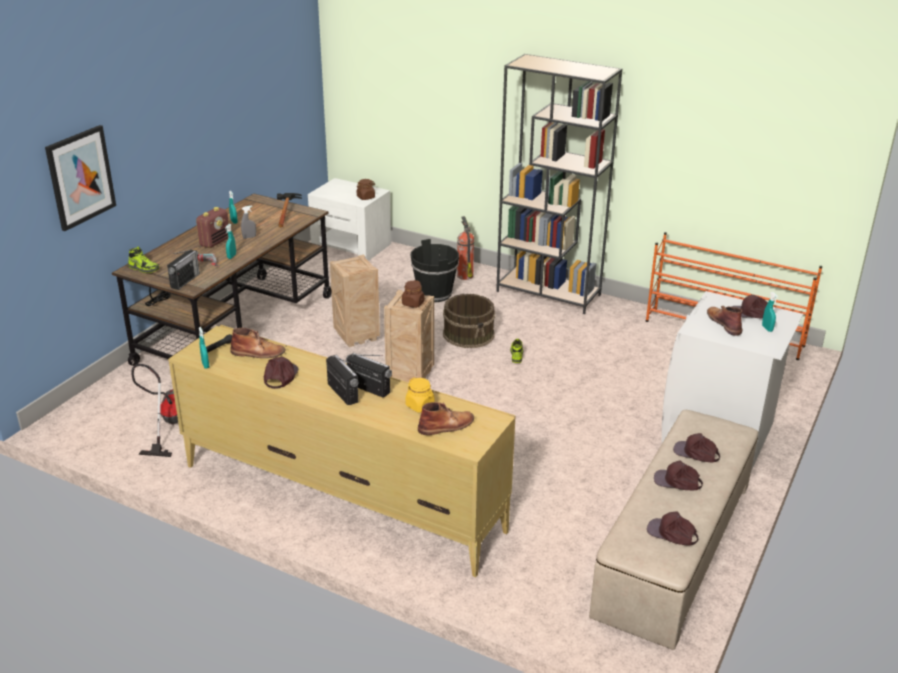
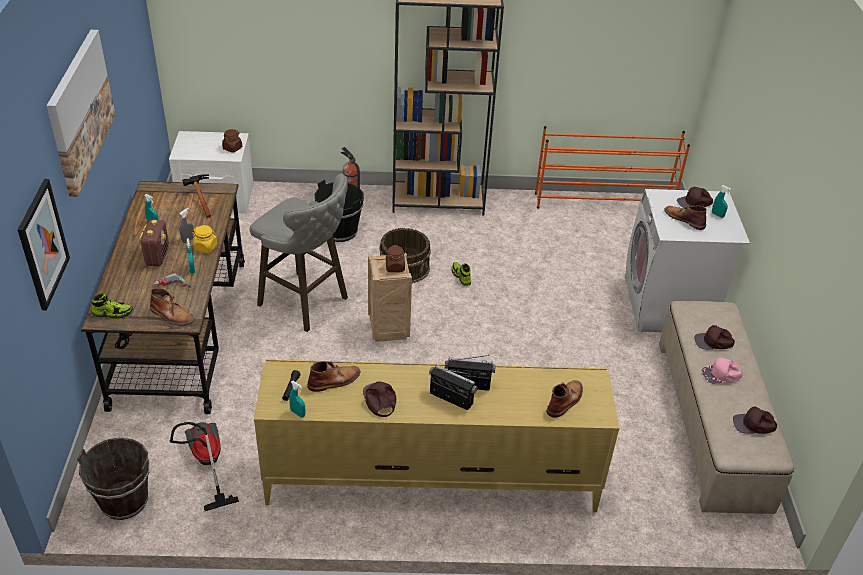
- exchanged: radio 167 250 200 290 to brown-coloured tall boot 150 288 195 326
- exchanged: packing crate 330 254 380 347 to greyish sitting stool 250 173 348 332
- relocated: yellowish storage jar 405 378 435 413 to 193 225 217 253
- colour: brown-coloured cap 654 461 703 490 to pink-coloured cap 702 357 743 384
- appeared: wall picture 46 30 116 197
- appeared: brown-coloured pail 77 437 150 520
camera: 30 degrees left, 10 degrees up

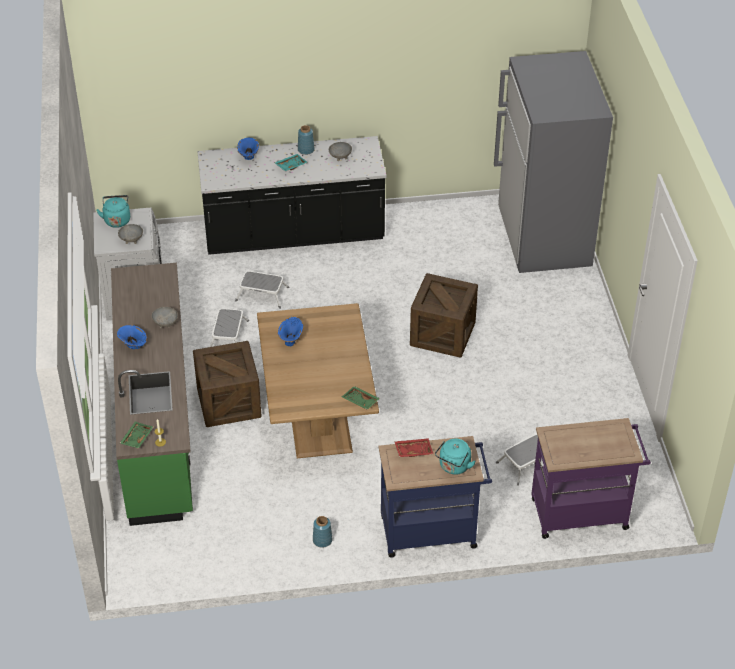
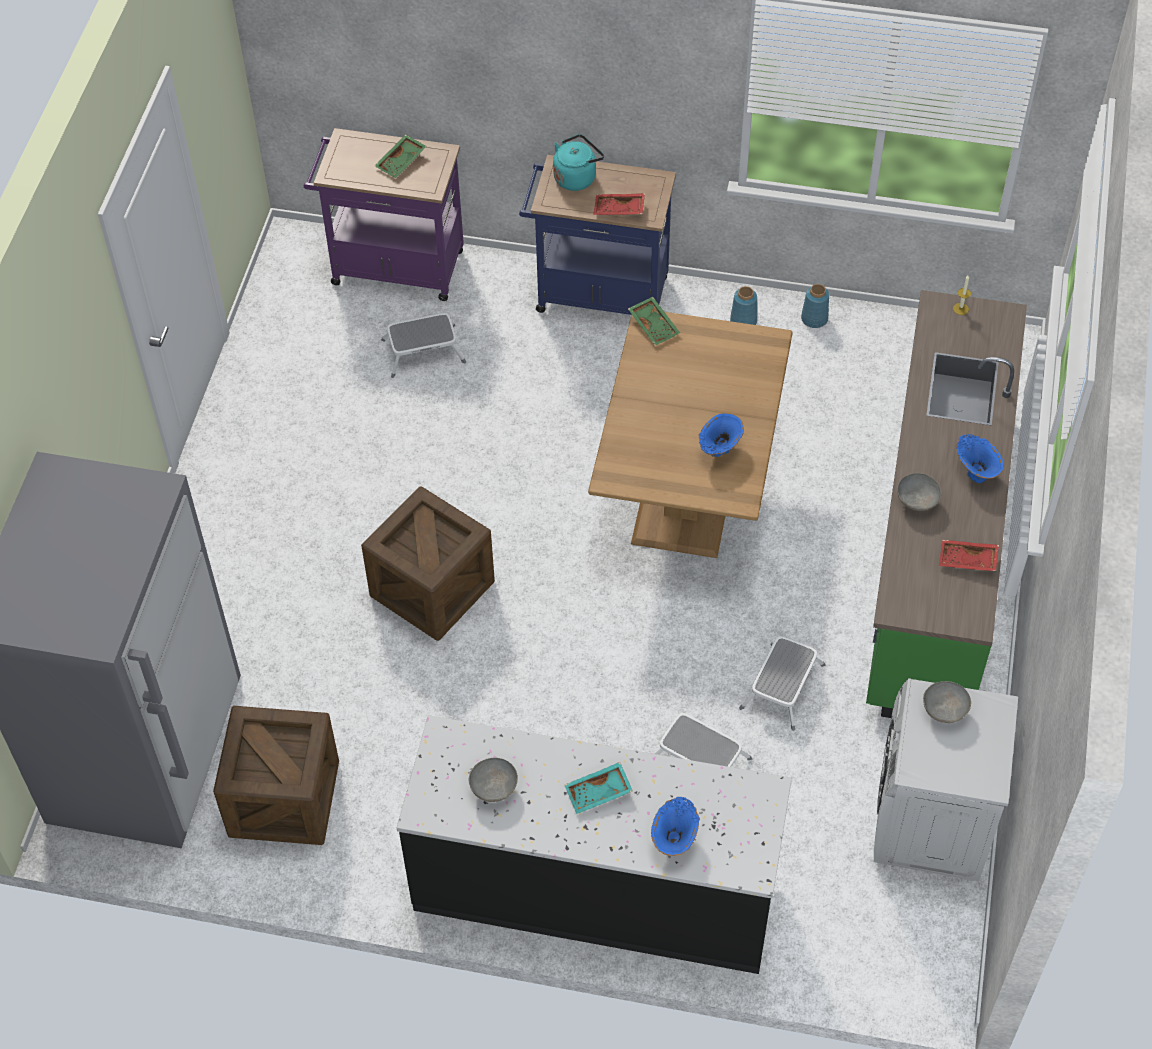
- relocated: bluish decorative vase 298 125 315 155 to 801 284 829 328
- missing: turquoise tea kettle 96 195 130 228
- relocated: packing crate 193 341 262 427 to 213 706 339 845
- relocated: green-coloured serving tray 120 421 153 449 to 375 134 427 178
- appeared: red-coloured serving tray 939 540 999 571
camera: 160 degrees left, 10 degrees up

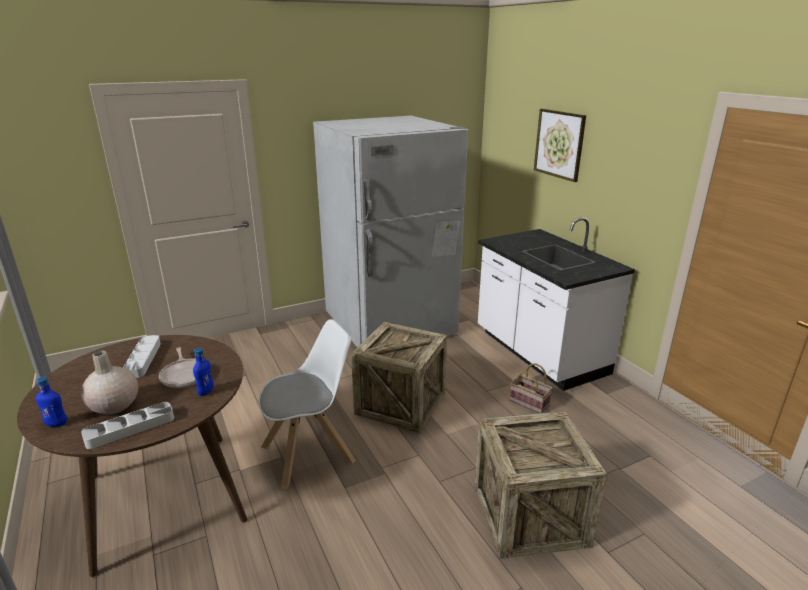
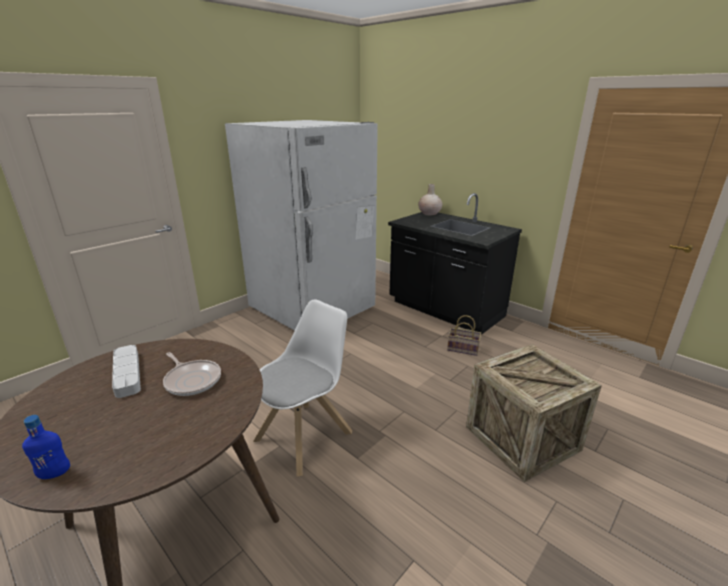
- missing: wall picture 534 109 586 182
- colour: whitish kitchen counter 478 217 635 391 to black-coloured kitchen counter 388 193 522 335
- missing: packing crate 351 322 447 433
- missing: bluish bottle 193 348 214 396
- relocated: sand-coloured decorative vase 81 350 138 415 to 418 184 442 215
- missing: greyish serving tray 81 402 174 449
camera: 20 degrees left, 0 degrees up

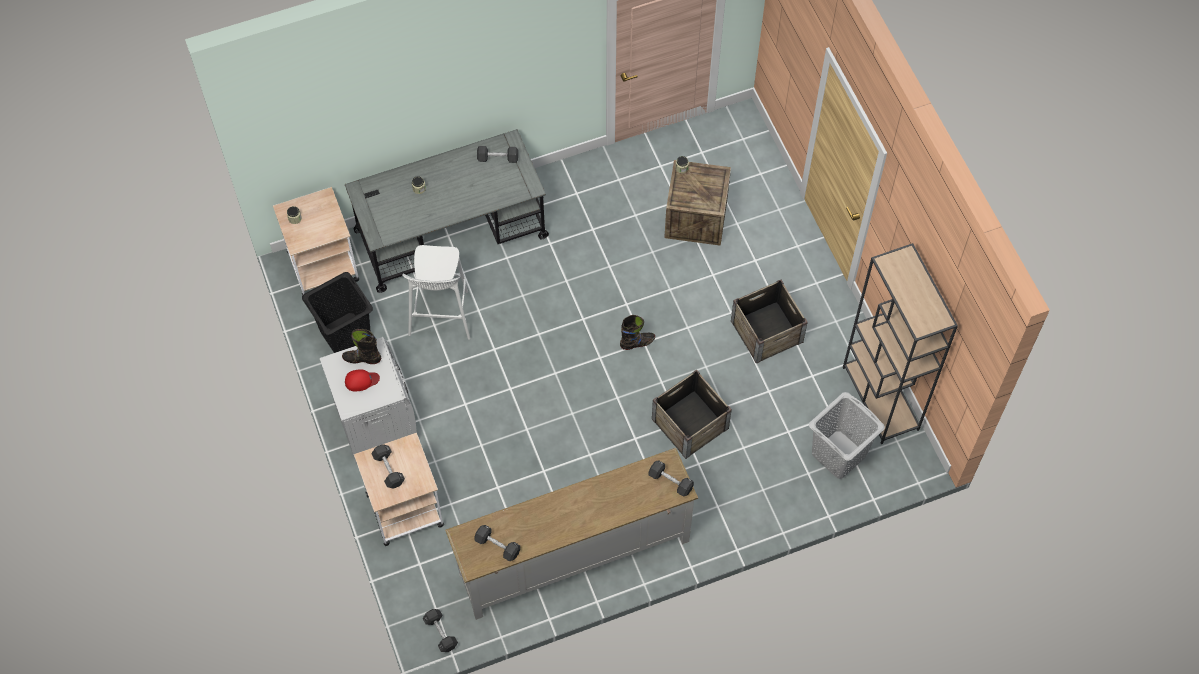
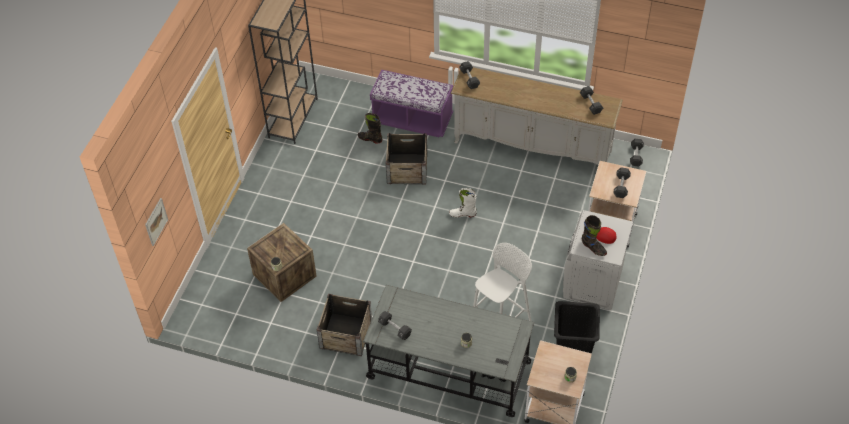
- relocated: packing crate 731 280 808 364 to 317 294 372 356
- relocated: black-coloured tall boot 620 315 655 350 to 358 113 382 143
- missing: greyish washing basket 809 392 885 479
- appeared: purplish long seat 370 70 453 137
- appeared: whitish tall boot 449 188 477 218
- appeared: wall picture 145 198 168 246
camera: 140 degrees left, 10 degrees down

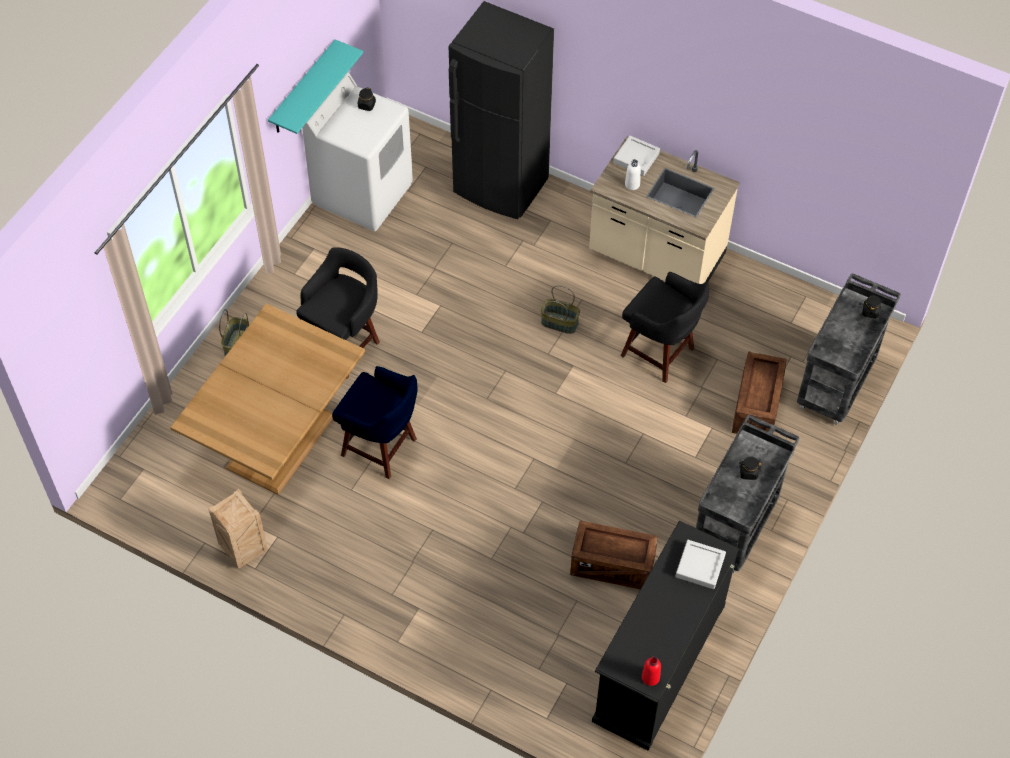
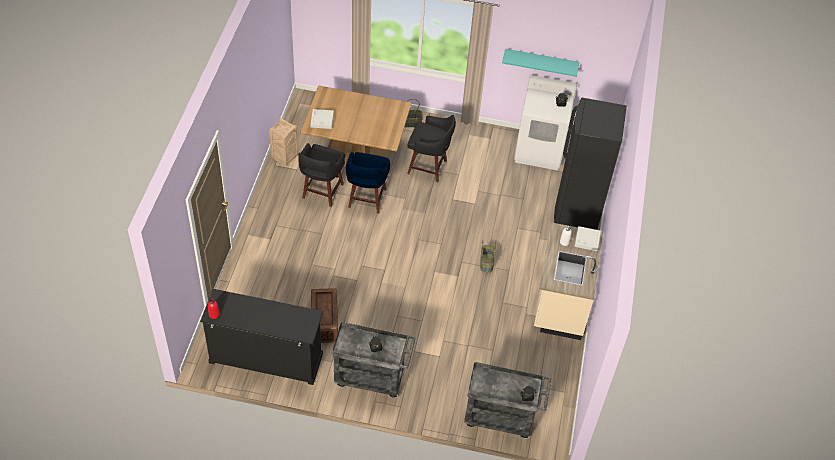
- relocated: black-coloured sitting stool 621 272 710 383 to 299 143 345 207
- missing: packing crate 732 351 787 434
- relocated: greyish serving tray 675 540 726 589 to 310 109 334 129
camera: 70 degrees right, 5 degrees down

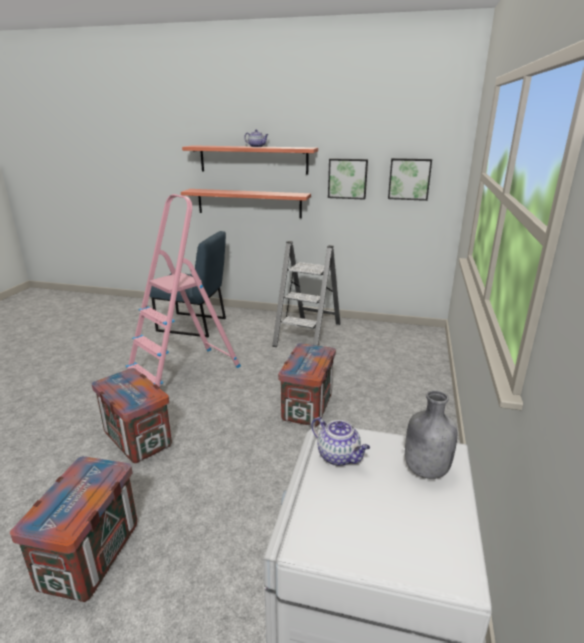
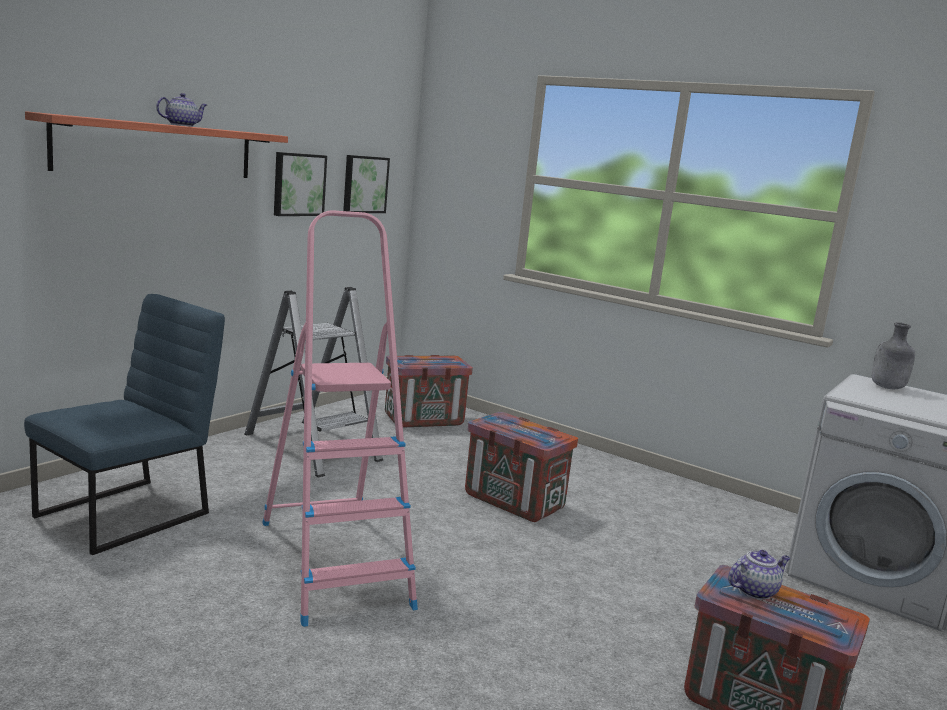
- missing: wall shelf 181 189 311 218
- relocated: packing crate 92 368 172 463 to 385 355 473 428
- relocated: pot for tea 311 417 370 466 to 728 550 790 599
camera: 70 degrees left, 10 degrees down

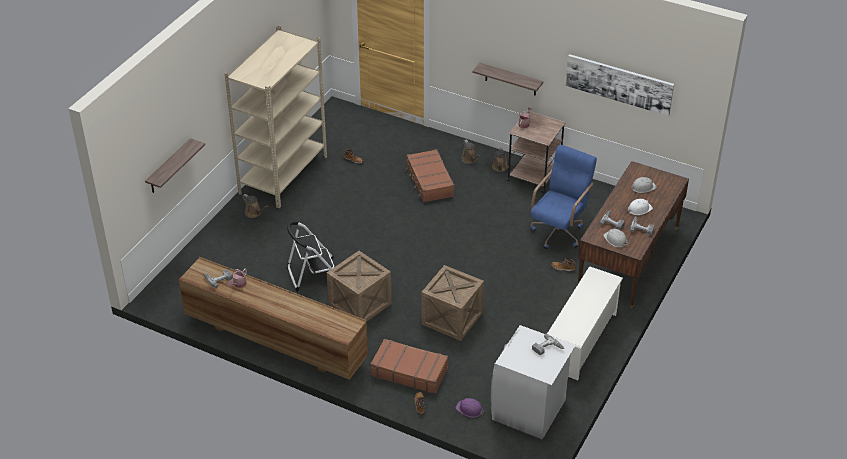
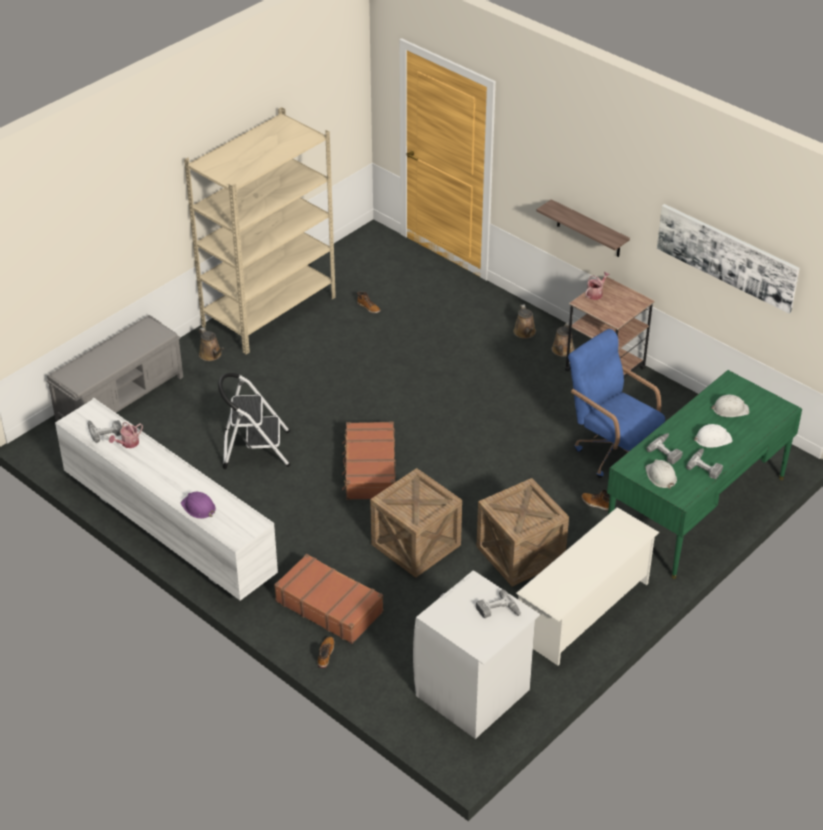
- missing: wall shelf 145 138 205 193
- spun: bluish desk chair 530 145 597 249 = 568 329 665 478 90 degrees counterclockwise
- relocated: brown-coloured travel case 406 149 454 202 to 342 421 396 500
- colour: brown-coloured desk 578 161 689 309 to green-coloured desk 607 370 802 579
- relocated: packing crate 327 251 392 321 to 476 478 569 587
- colour: brown-coloured cabinet 179 257 368 380 to whitish cabinet 55 397 278 601
- relocated: purplish work helmet 455 398 484 418 to 181 491 216 519
- appeared: greyish long seat 46 315 183 421
camera: 15 degrees right, 0 degrees up

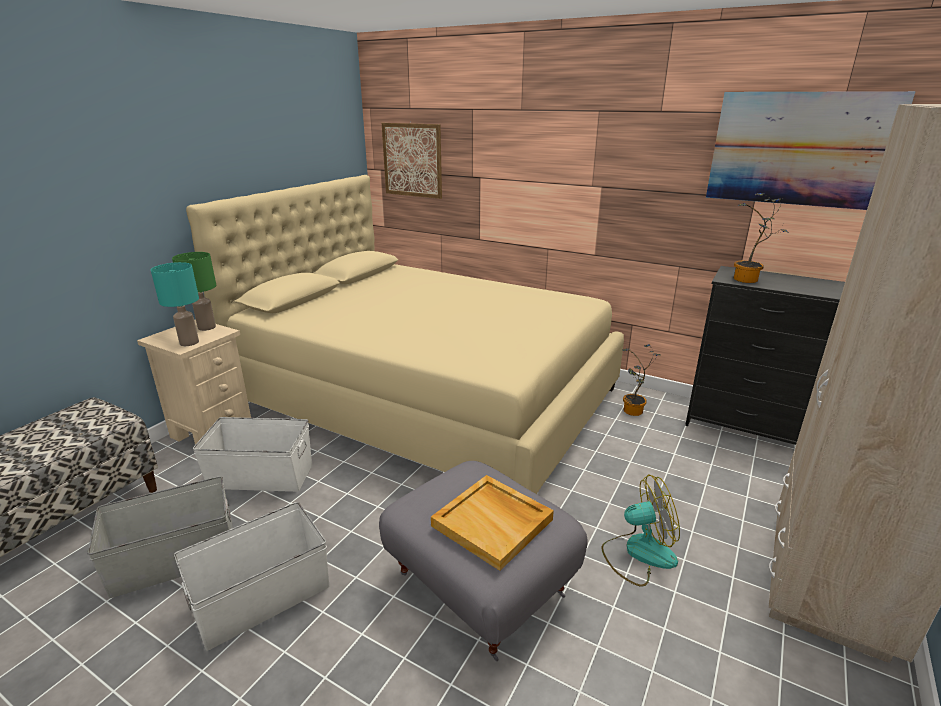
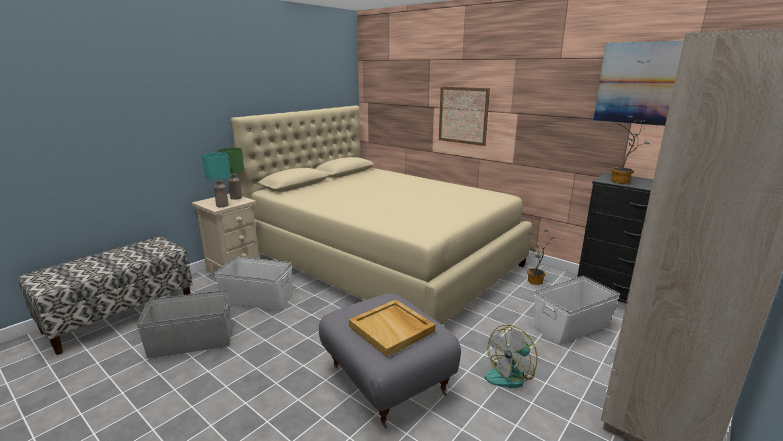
- relocated: wall picture 382 122 442 199 to 439 87 490 146
- spun: electric fan 602 475 680 587 = 485 325 538 388 135 degrees clockwise
- relocated: whitish storage container 174 502 329 651 to 534 276 620 345
camera: 10 degrees right, 5 degrees down

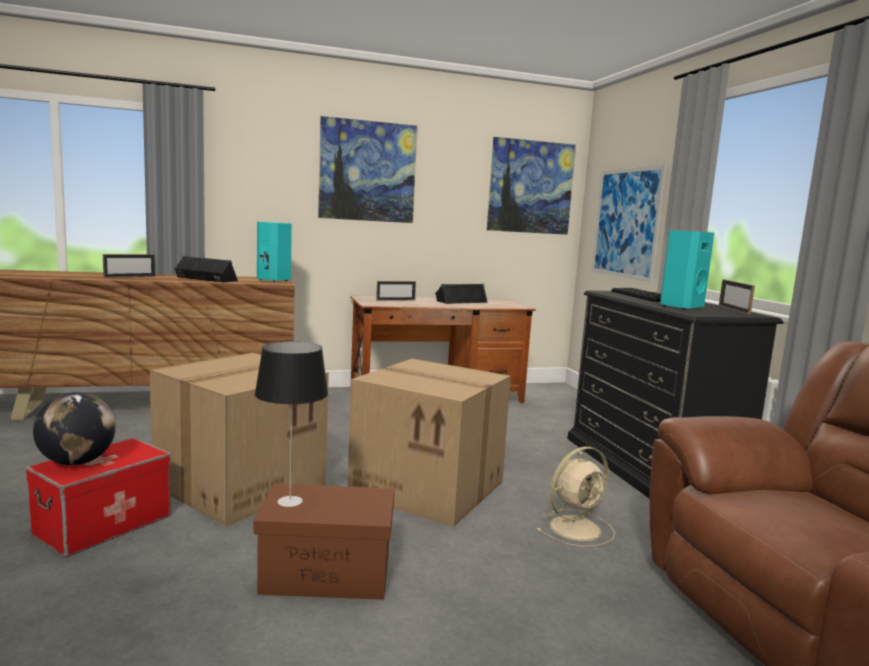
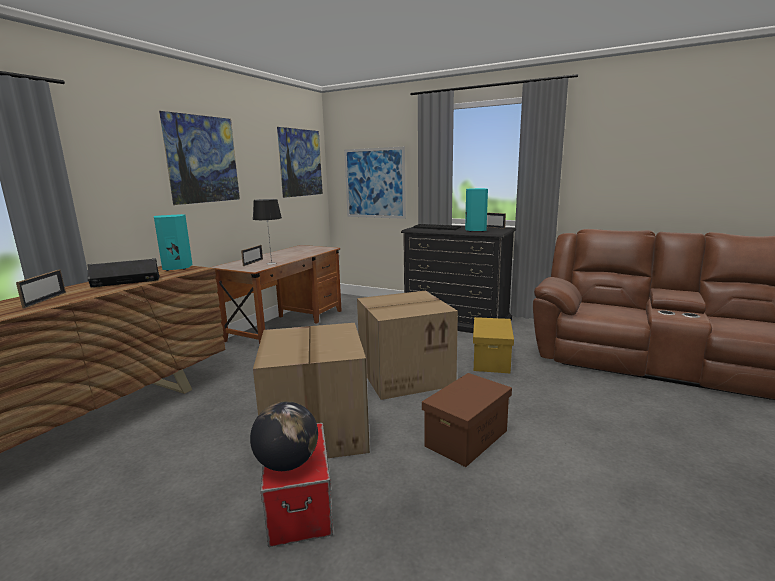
- missing: black-coloured loudspeaker 435 284 488 304
- relocated: lamp for a table 255 341 328 507 to 253 199 282 265
- exchanged: sand-coloured electric fan 537 446 615 547 to yellowish storage container 473 317 514 373
camera: 45 degrees left, 5 degrees up

